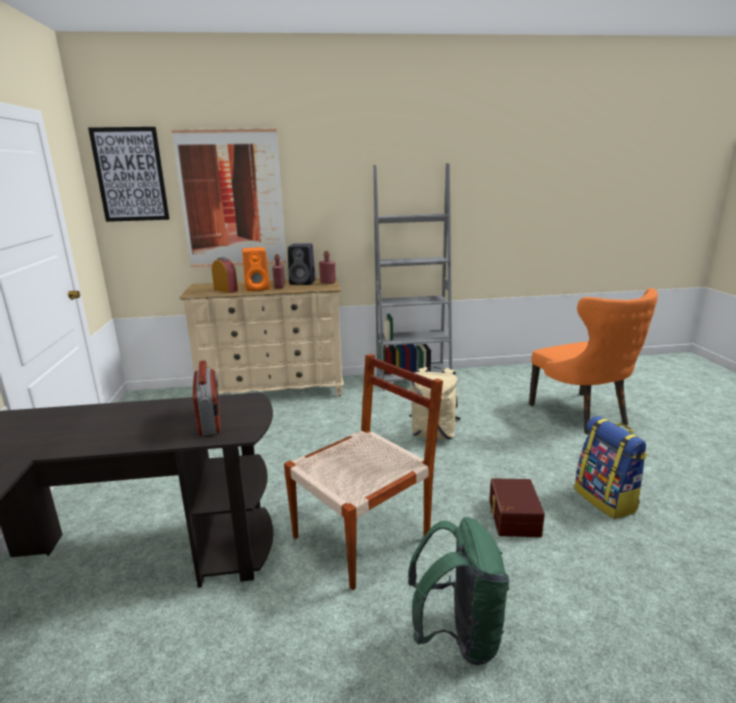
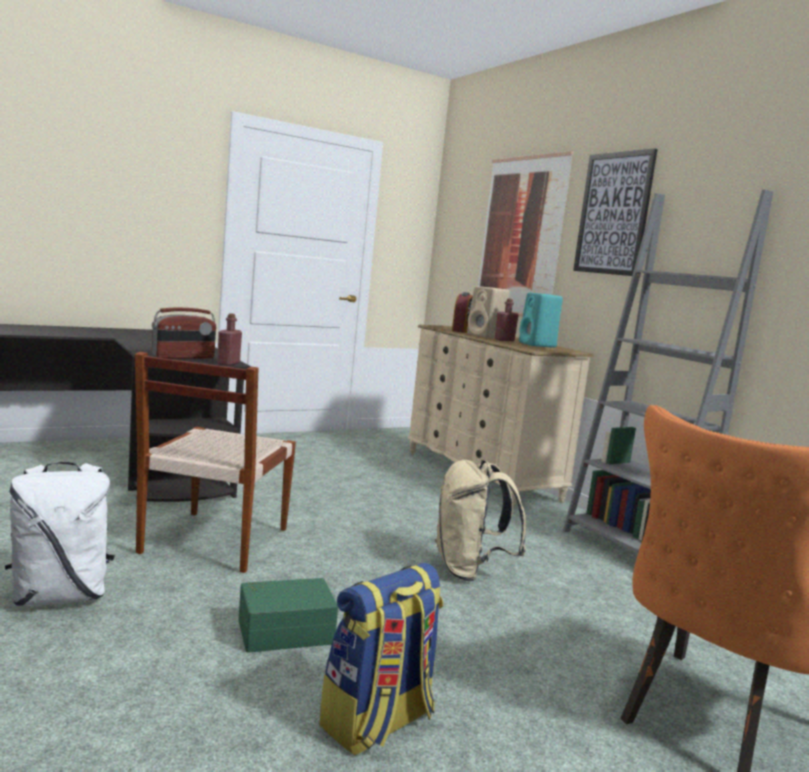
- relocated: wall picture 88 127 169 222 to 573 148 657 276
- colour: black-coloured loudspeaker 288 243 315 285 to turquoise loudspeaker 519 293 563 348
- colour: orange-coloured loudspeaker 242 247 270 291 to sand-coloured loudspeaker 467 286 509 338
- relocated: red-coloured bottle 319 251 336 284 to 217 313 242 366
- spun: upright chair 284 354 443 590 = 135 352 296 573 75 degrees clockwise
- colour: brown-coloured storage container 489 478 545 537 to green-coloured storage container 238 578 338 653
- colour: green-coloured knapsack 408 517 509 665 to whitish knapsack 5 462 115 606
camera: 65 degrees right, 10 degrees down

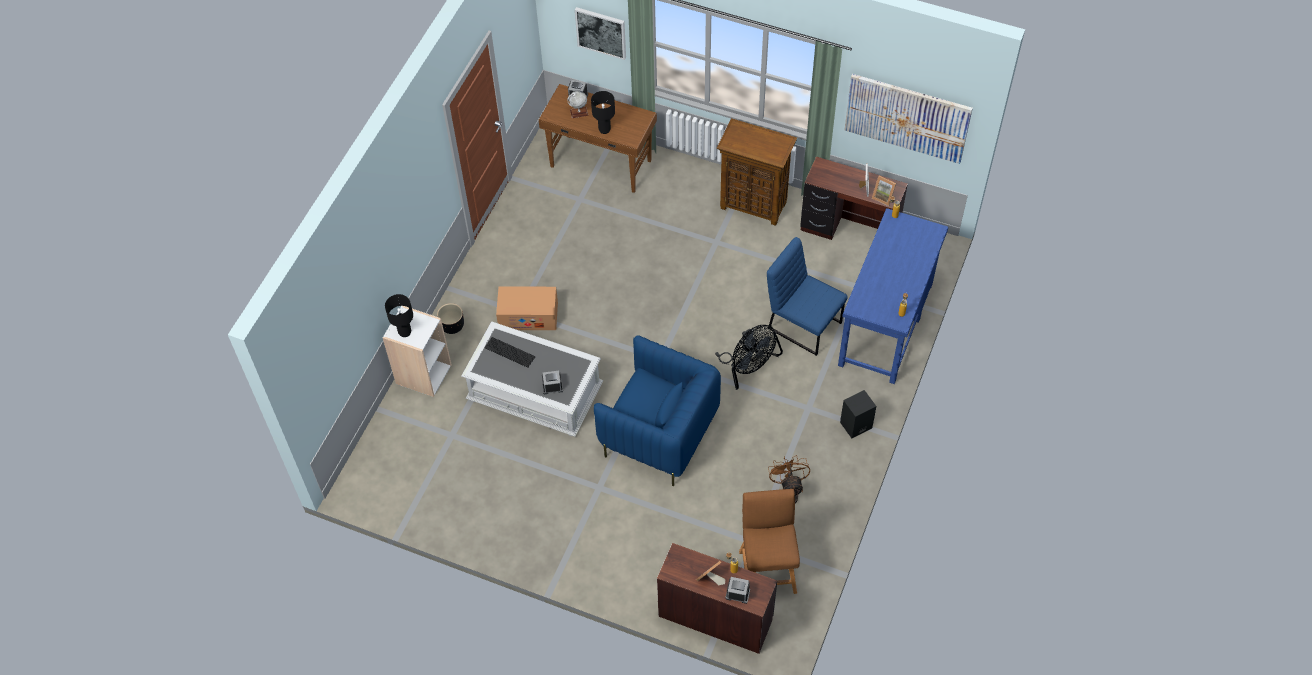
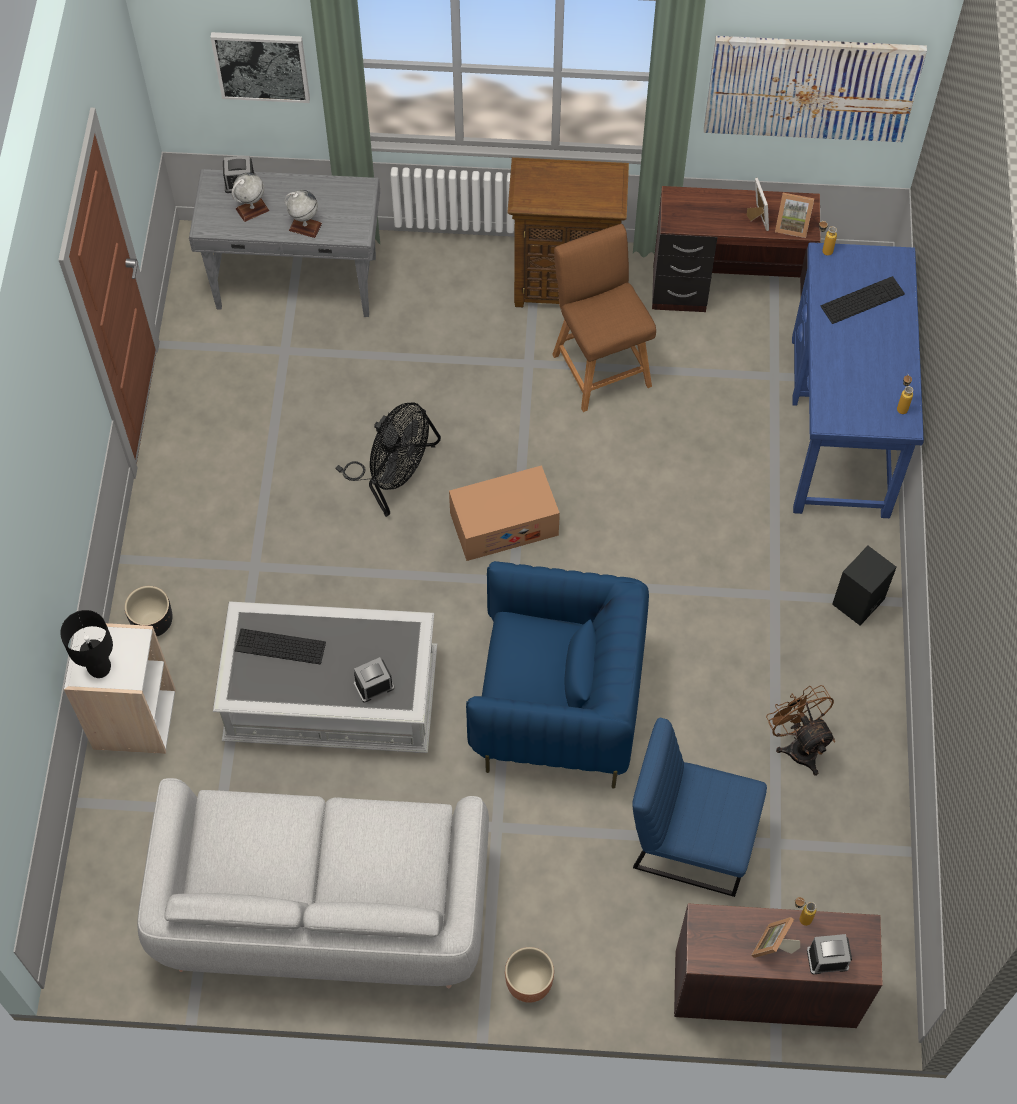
- colour: brown-coloured narrow table 539 84 657 193 to greyish narrow table 189 169 380 317
- exchanged: black-coloured lamp for a table 591 91 615 134 to globe 285 190 322 238
- relocated: bluish upright chair 767 237 847 356 to 632 717 767 897
- relocated: carton 496 286 558 330 to 449 465 560 561
- relocated: black-coloured electric fan 715 325 783 390 to 335 402 441 517
- relocated: brown-coloured sitting stool 739 489 800 594 to 552 224 656 412
- appeared: computer keyboard 820 276 905 324
- appeared: greyish couch 137 778 489 988
- appeared: brown-coloured flower pot 505 947 554 1003
camera: 20 degrees left, 5 degrees up

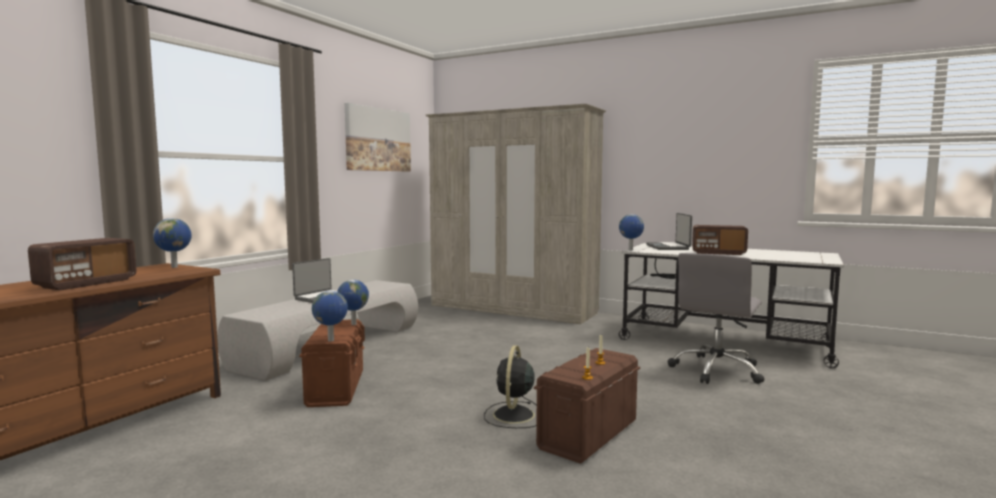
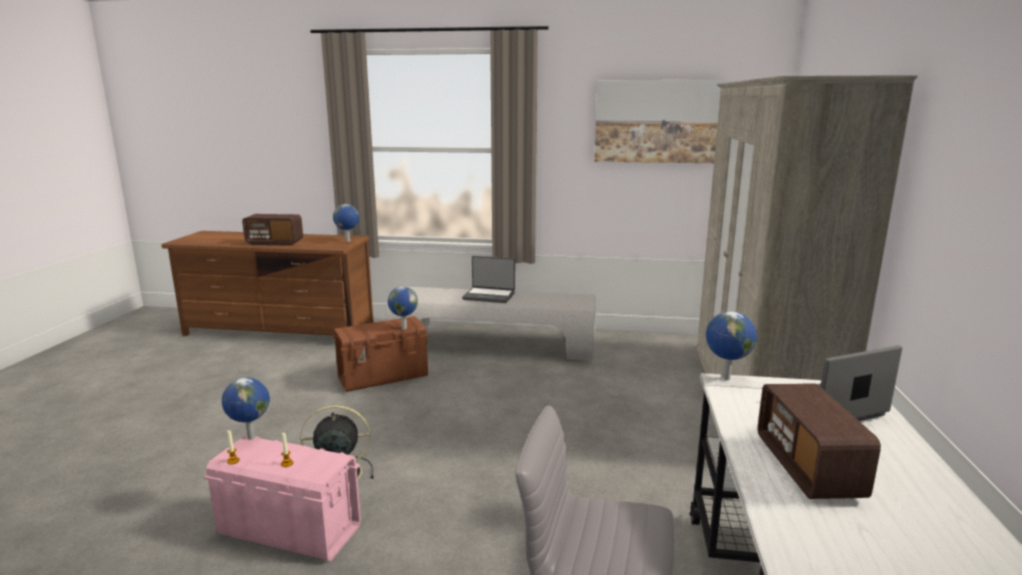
- relocated: globe 312 291 348 341 to 222 377 270 440
- colour: brown-coloured storage container 534 348 640 464 to pink-coloured storage container 204 436 361 561
camera: 70 degrees right, 10 degrees up

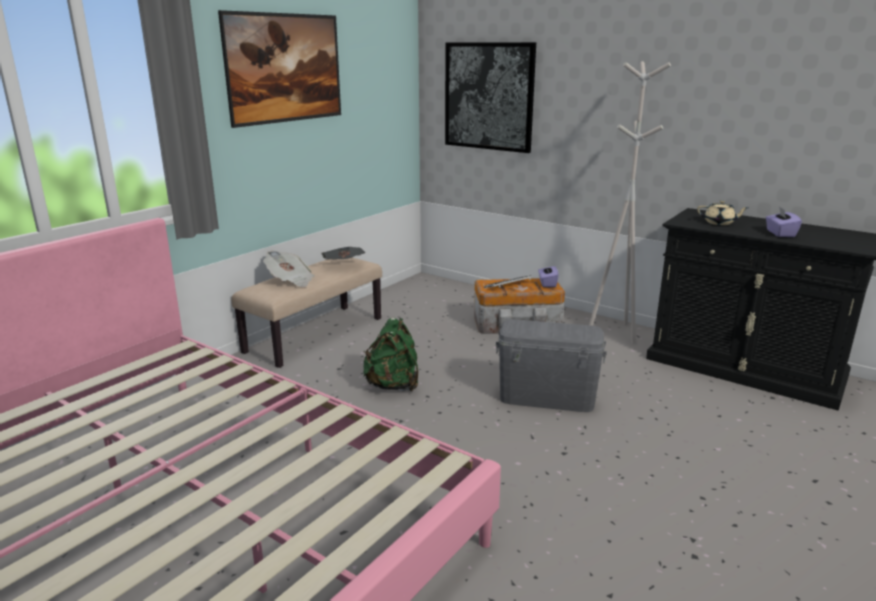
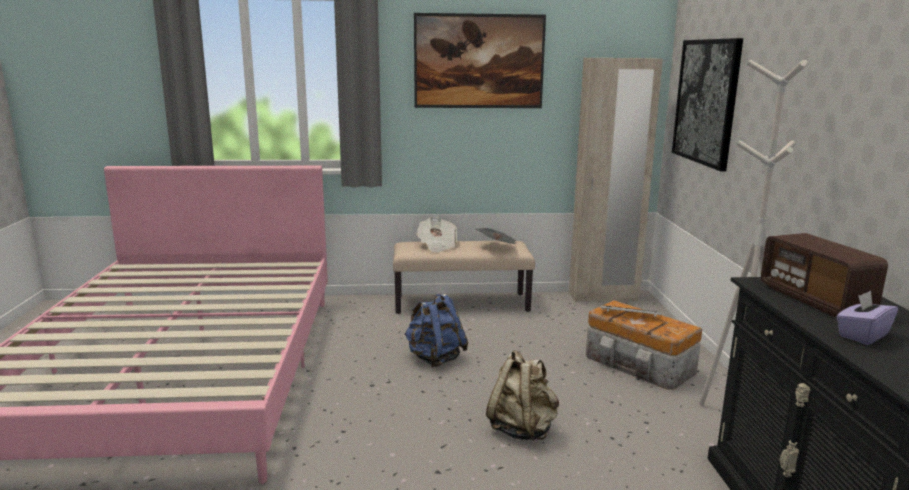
- exchanged: sand-coloured pot for tea 697 200 748 225 to radio 761 233 888 317
- missing: purplish tissue holder 538 265 559 287
- colour: green-coloured knapsack 363 318 418 392 to bluish knapsack 405 294 468 367
- exchanged: greyish storage container 496 319 607 412 to sand-coloured knapsack 486 350 559 441
- appeared: sand-coloured wardrobe 569 58 663 302
camera: 50 degrees right, 5 degrees down

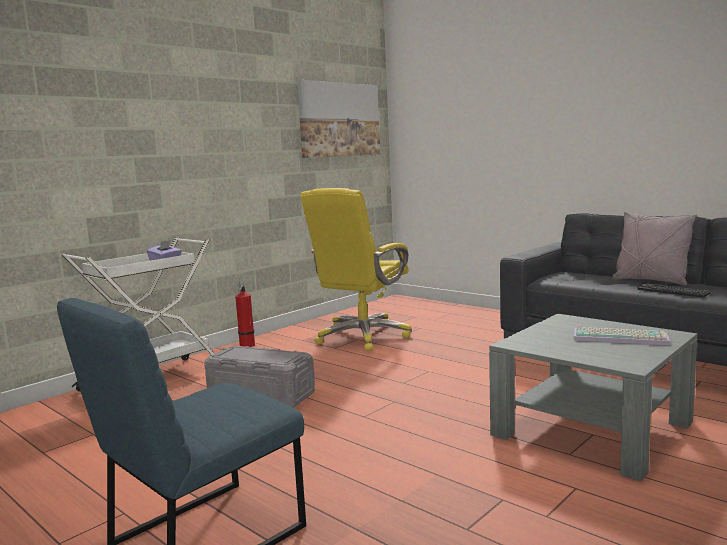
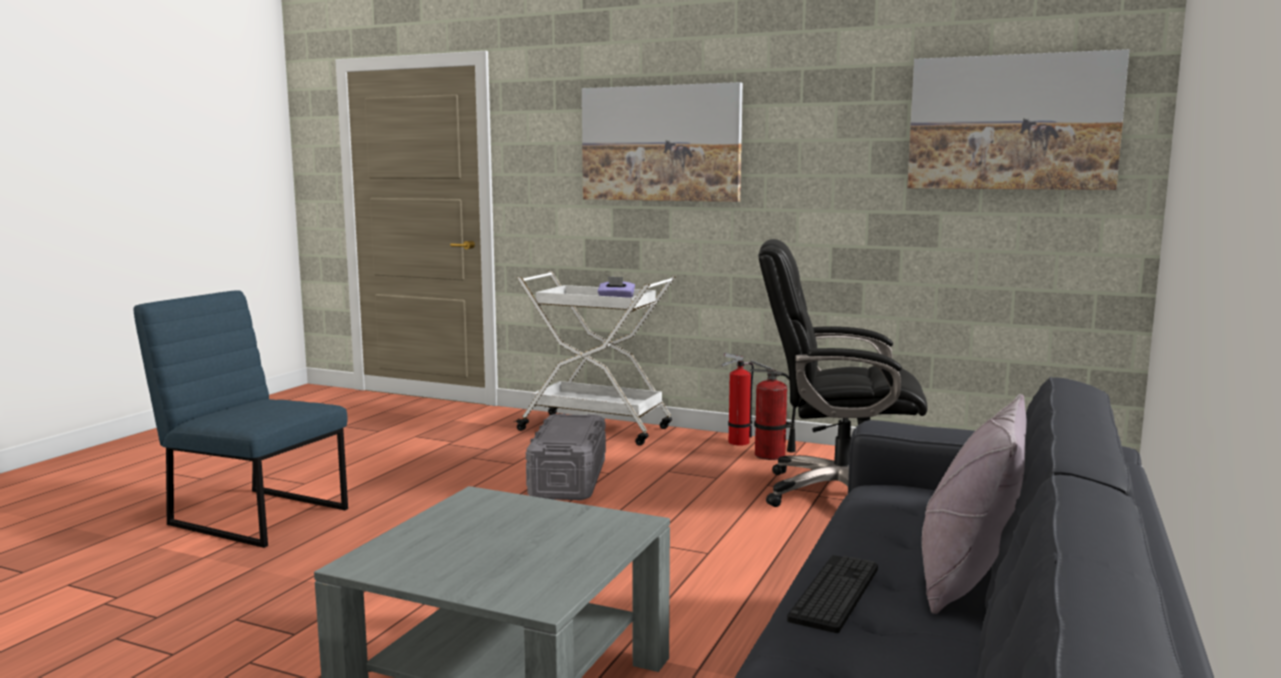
- colour: yellowish desk chair 301 188 411 351 to black-coloured desk chair 758 239 927 507
- missing: computer keyboard 574 327 670 345
- appeared: wall picture 582 82 743 202
- appeared: extinguisher 749 360 796 460
camera: 70 degrees right, 0 degrees up

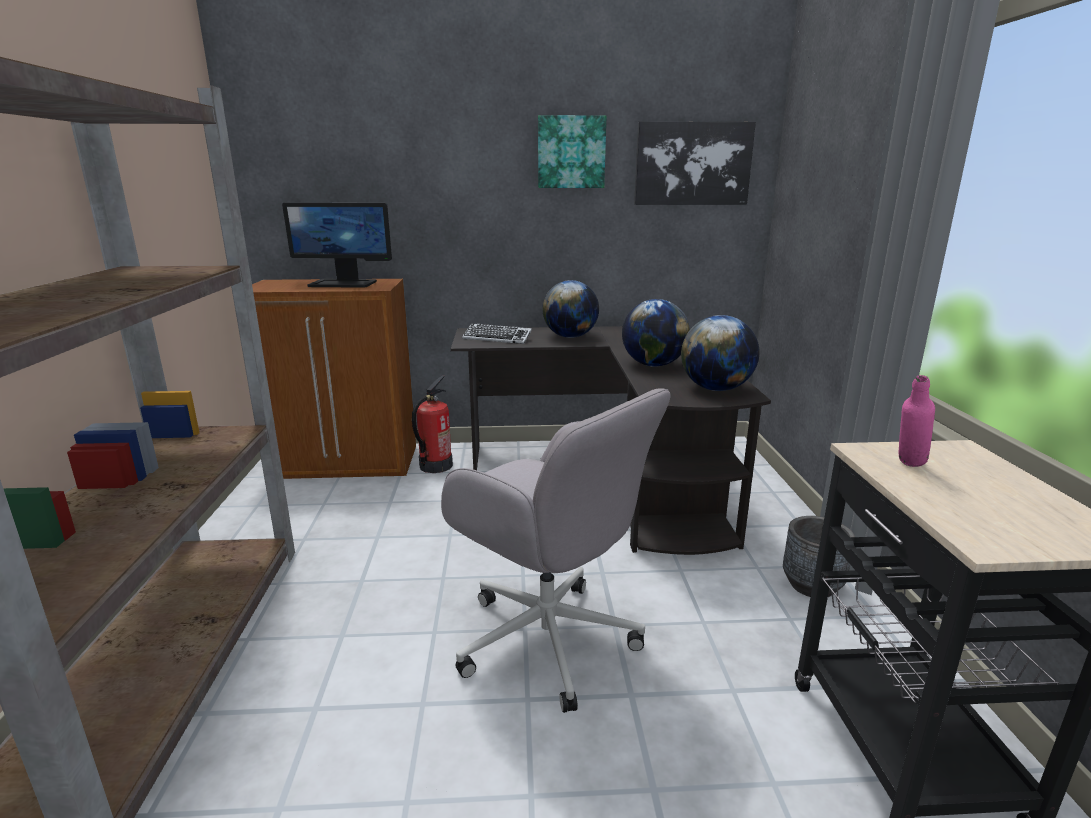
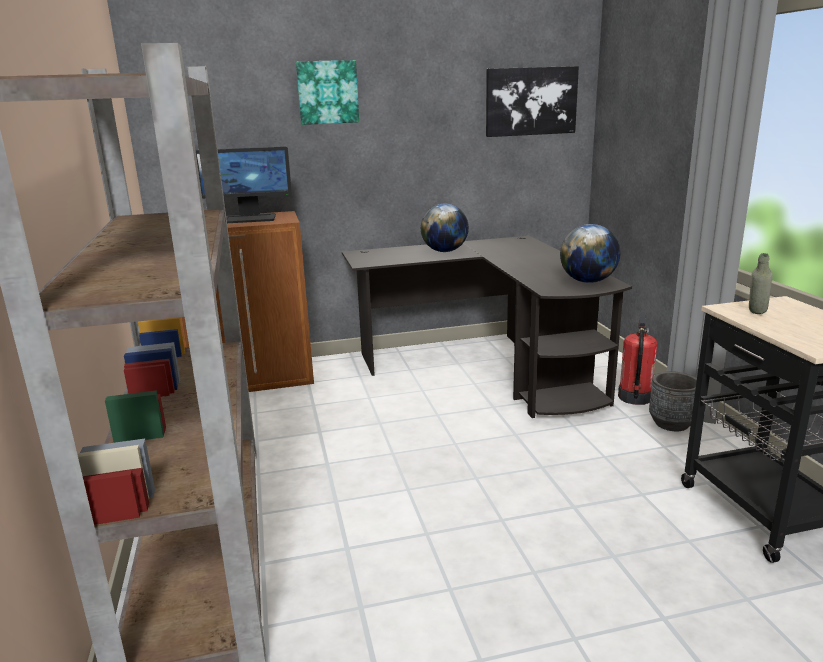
- relocated: wall picture 538 115 607 188 to 296 60 359 125
- missing: globe 622 299 690 367
- missing: computer keyboard 462 323 532 344
- relocated: extinguisher 412 375 453 473 to 618 308 657 405
- colour: pink-coloured bottle 899 375 935 467 to greyish bottle 749 253 772 314
- missing: greyish desk chair 441 388 671 713
camera: 10 degrees left, 0 degrees up

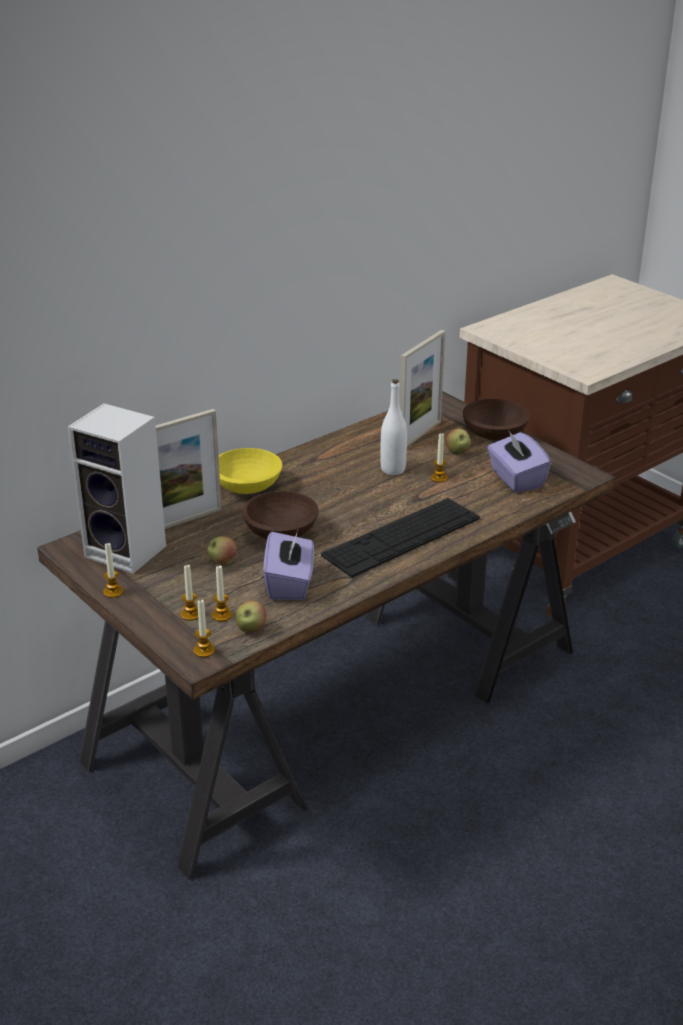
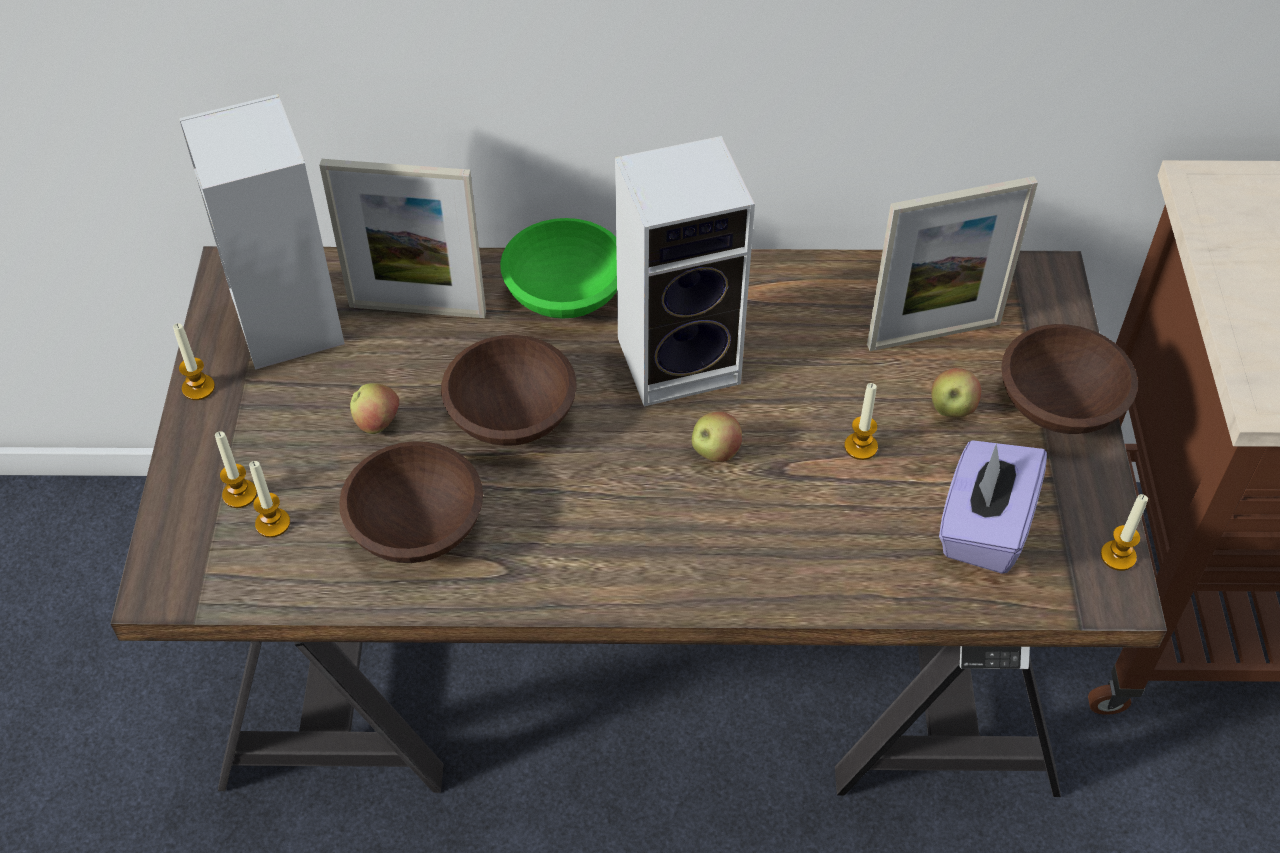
- missing: whitish bottle 381 379 407 475
- colour: yellowish serving bowl 219 448 282 494 to green-coloured serving bowl 500 218 617 319
- missing: computer keyboard 321 498 480 578
- exchanged: purplish tissue holder 263 532 314 600 to brown-coloured serving bowl 339 441 483 563
- relocated: wax light 194 599 215 658 to 1101 494 1148 571
- relocated: apple 235 601 266 633 to 692 412 742 462
- appeared: loudspeaker 615 136 755 407
camera: 40 degrees right, 20 degrees up

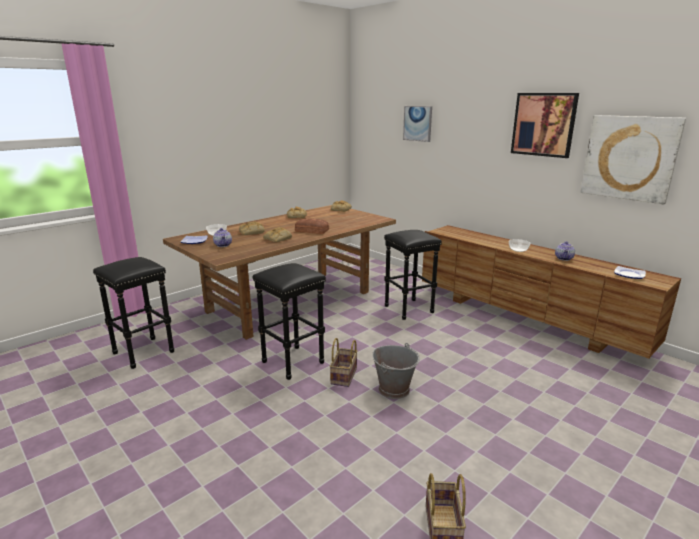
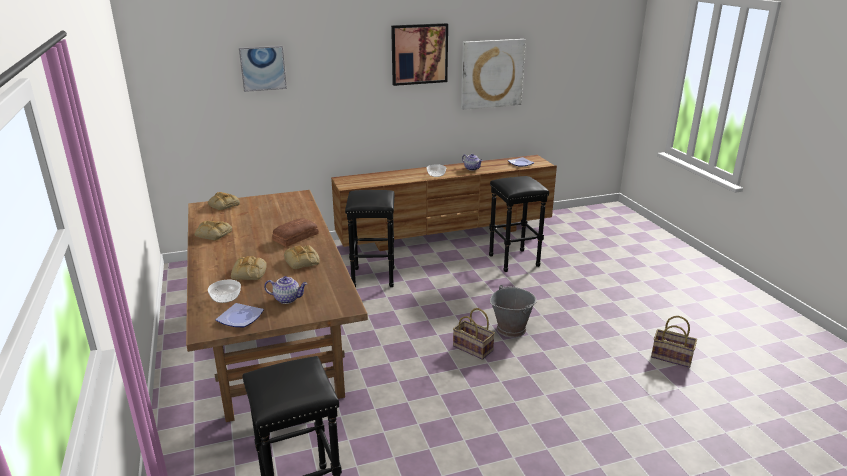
- relocated: black-coloured sitting stool 253 263 326 380 to 489 176 549 272
camera: 65 degrees left, 5 degrees up

